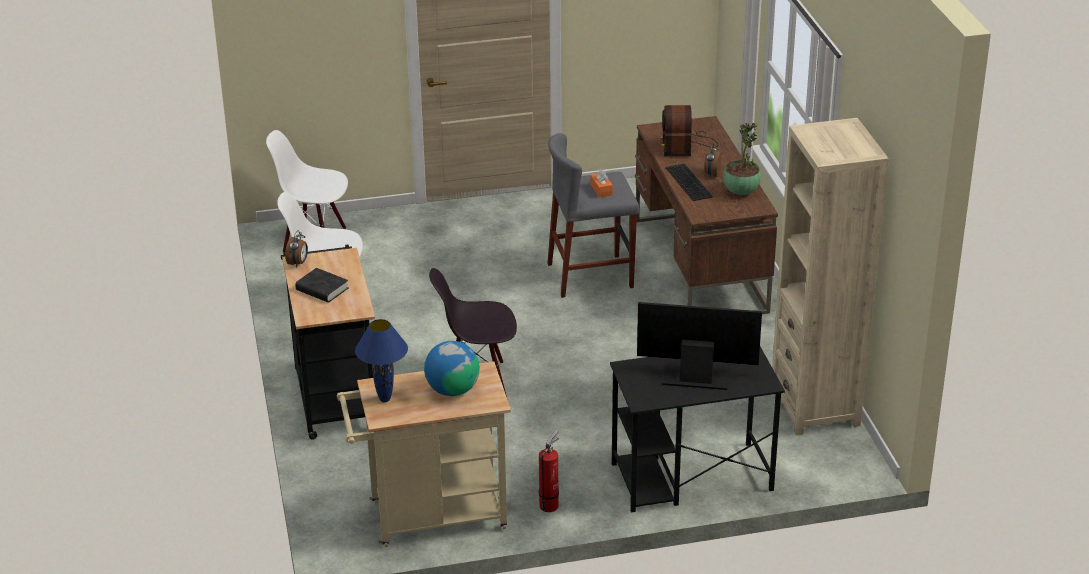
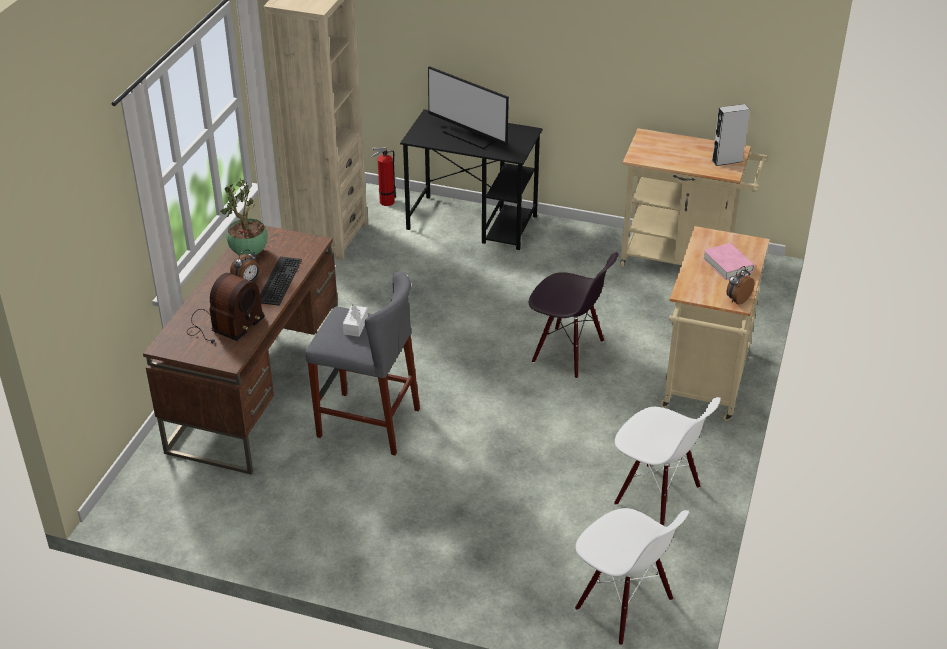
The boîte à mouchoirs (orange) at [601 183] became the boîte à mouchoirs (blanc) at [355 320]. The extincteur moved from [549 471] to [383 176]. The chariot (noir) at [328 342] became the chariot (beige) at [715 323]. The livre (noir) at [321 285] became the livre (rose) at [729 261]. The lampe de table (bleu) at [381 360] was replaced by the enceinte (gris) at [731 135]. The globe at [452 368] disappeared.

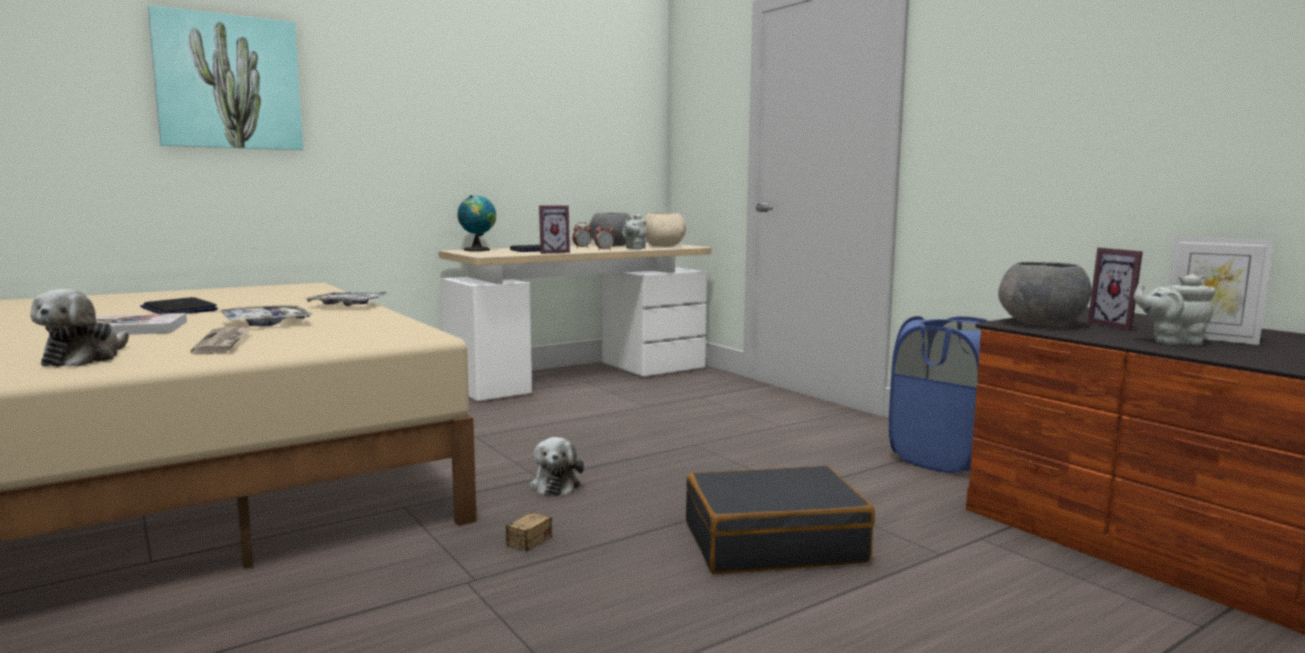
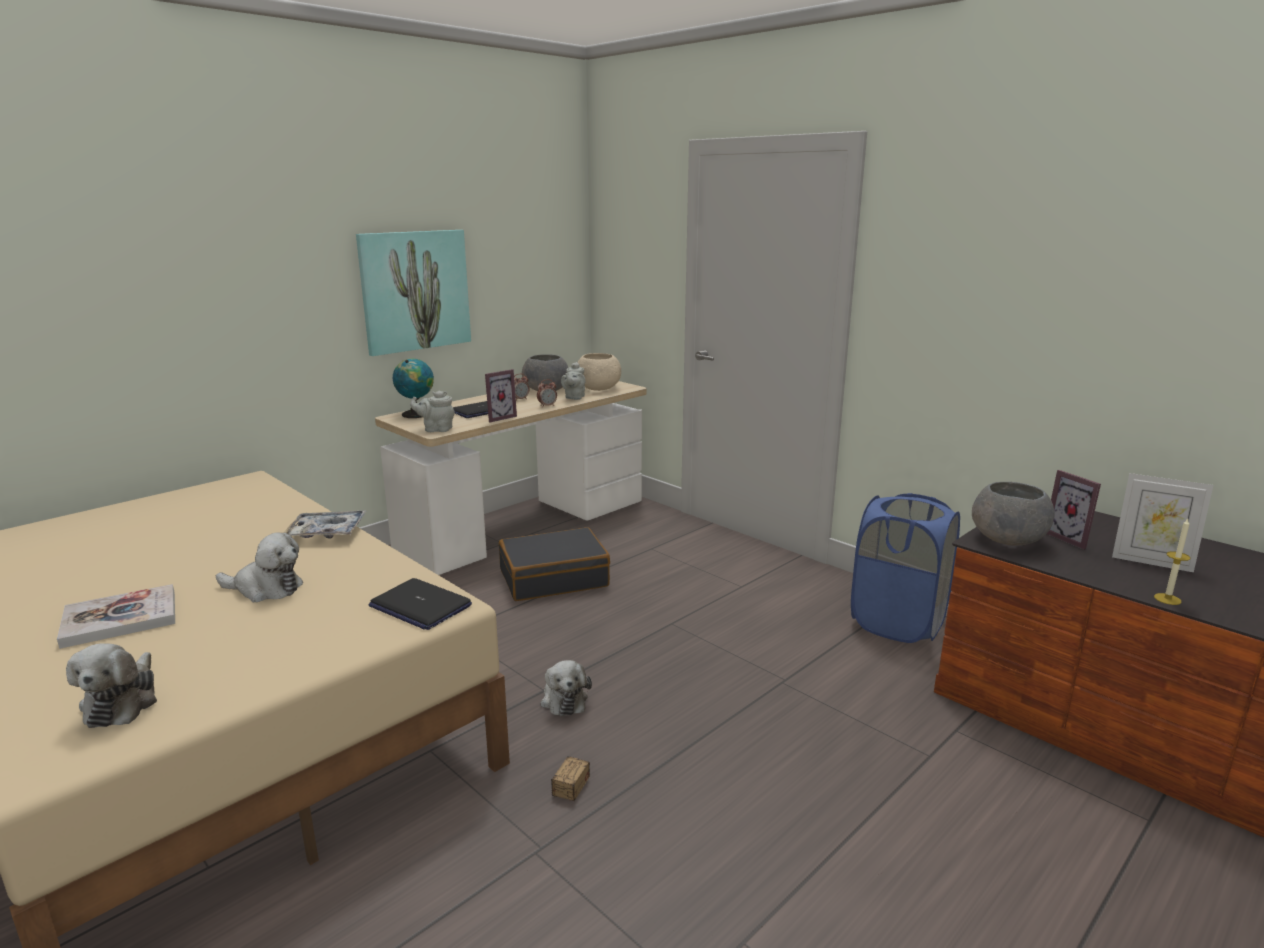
The plateau at [266 315] was replaced by the peluche at [259 567]. The tableau moved from [225 77] to [413 293]. The ordinateur portable moved from [179 305] to [420 604]. The théière (gris) moved from [1174 309] to [432 411]. The valise (noir) moved from [780 519] to [554 564]. The bougie at [1172 562] appeared. The journal at [221 341] disappeared.

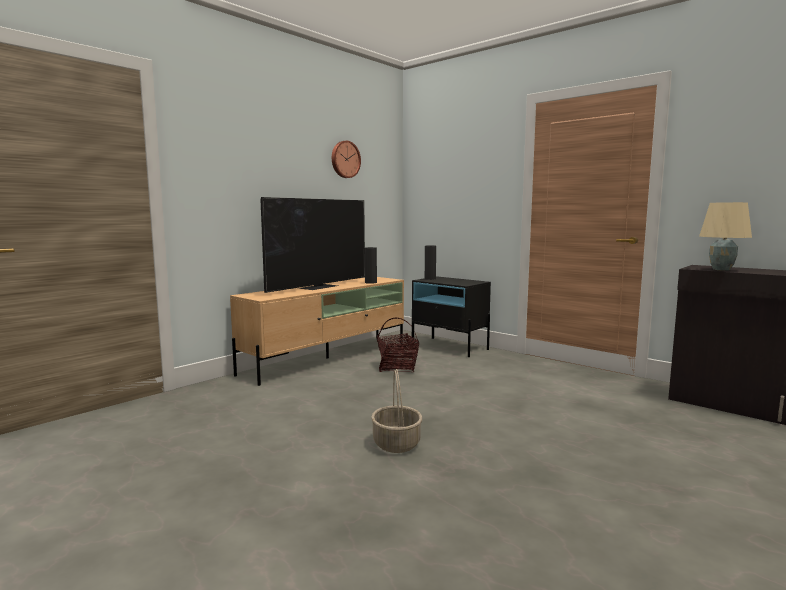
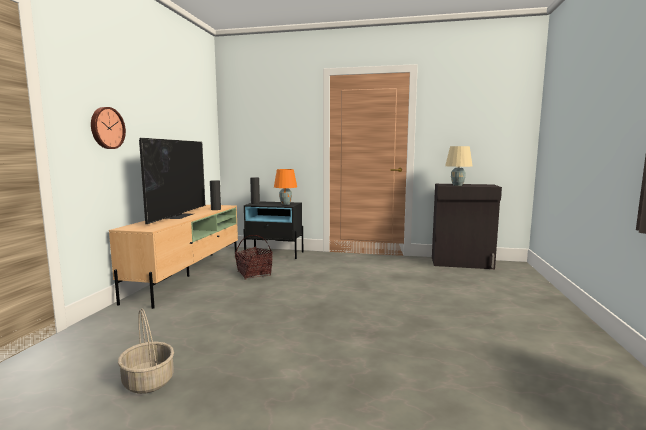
The horloge murale moved from [346 159] to [108 128]. The panier moved from [396 411] to [146 351]. The lampe de table (orange) at [285 187] appeared.

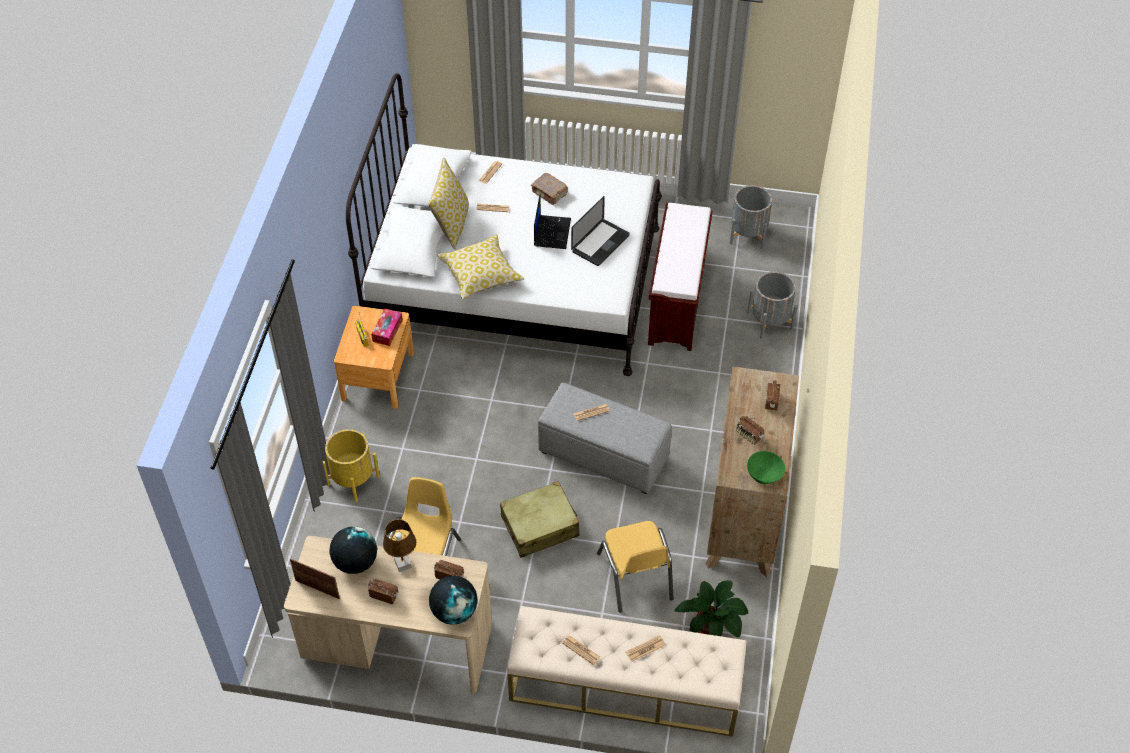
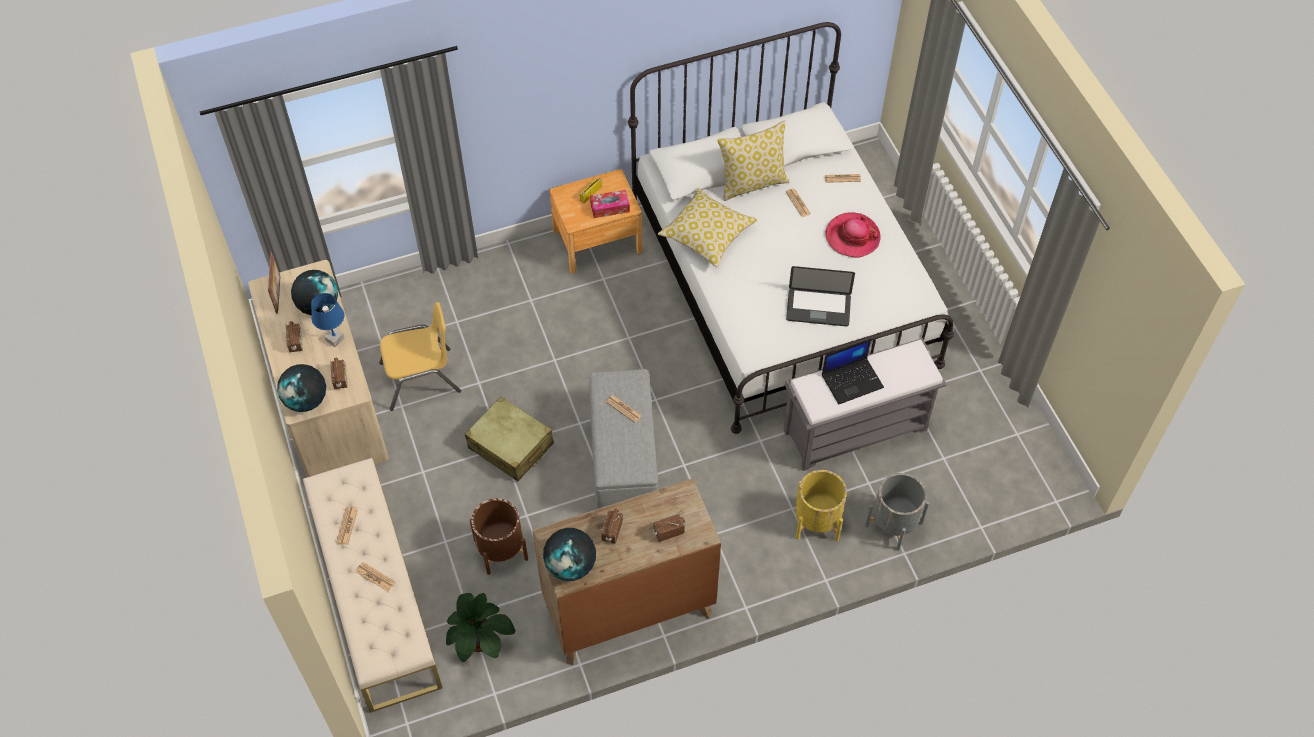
The lampe de table (marron) at [399 546] became the lampe de table (bleu) at [327 320]. The chaise (jaune) at [635 567] was replaced by the cache-pot (marron) at [499 536]. The bol (vert) at [766 467] was replaced by the globe at [569 554]. The banc (marron) at [680 276] became the banc (gris) at [865 404]. The cache-pot (jaune) moved from [351 465] to [821 505]. The ordinateur portable moved from [552 222] to [853 372]. The livre (marron) at [549 189] was replaced by the chapeau at [852 235]. The cache-pot (gris) at [750 217] disappeared.

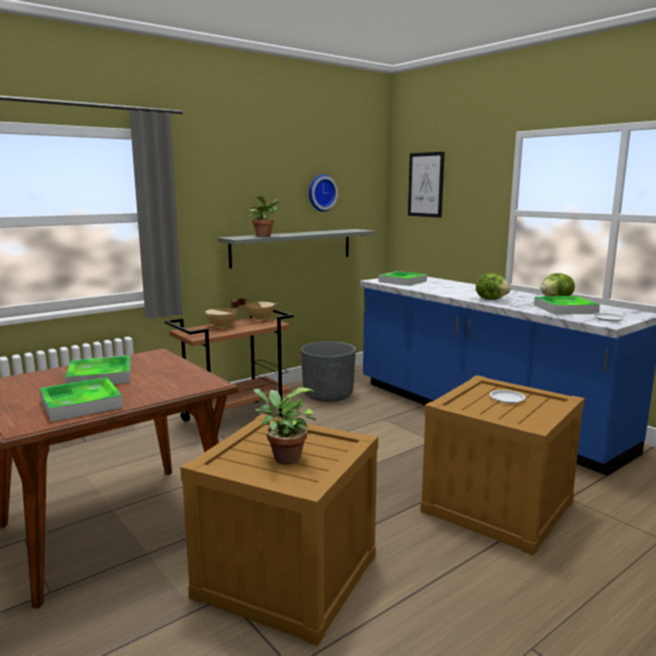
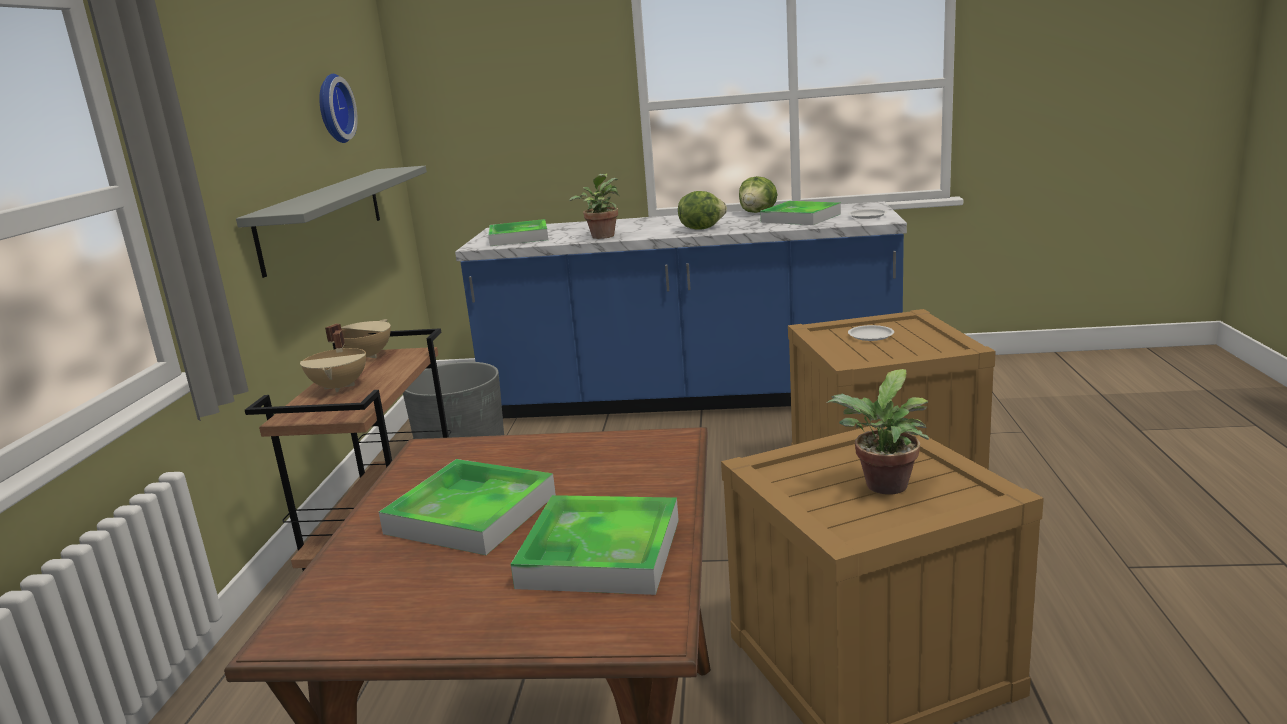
The plante en pot moved from [265 216] to [594 206]. The tableau at [426 185] disappeared.

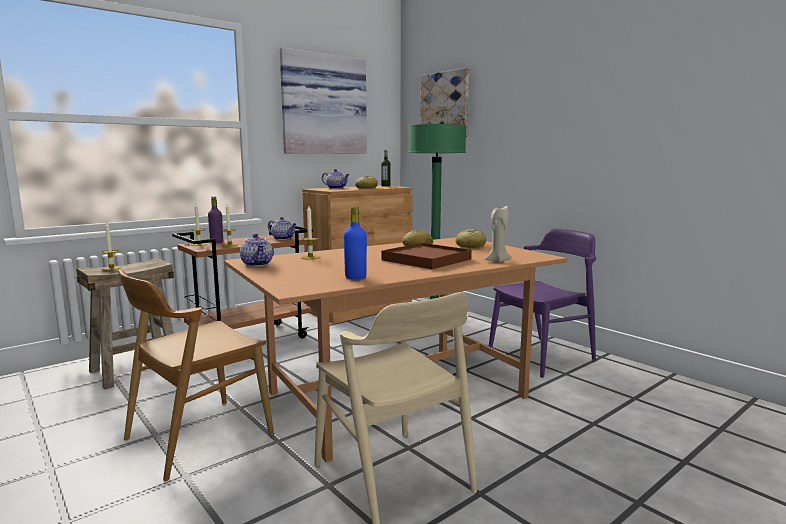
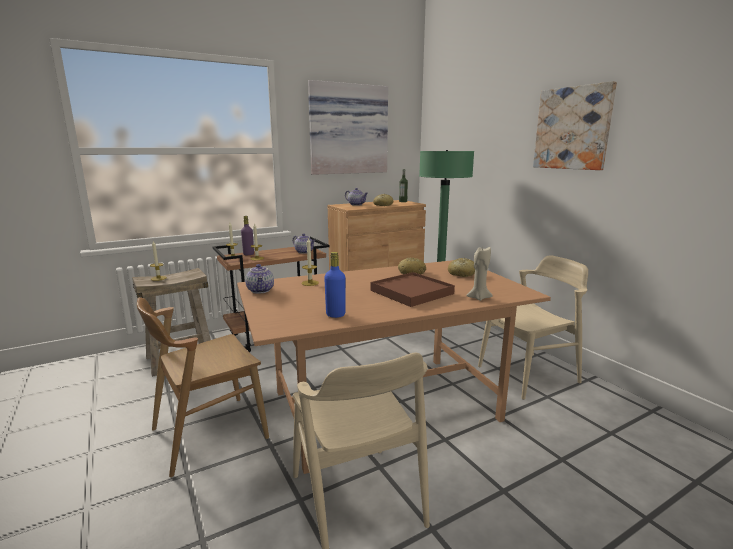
The chaise (violet) at [543 303] became the chaise (beige) at [533 327]. The tableau moved from [444 102] to [575 125].

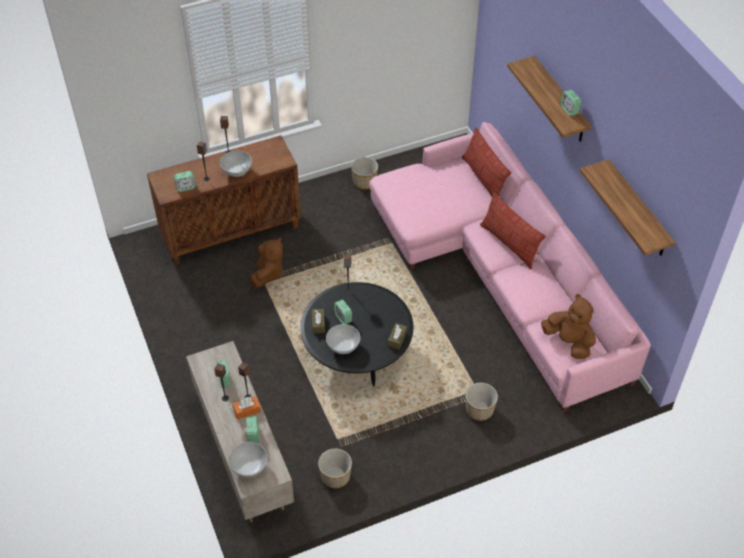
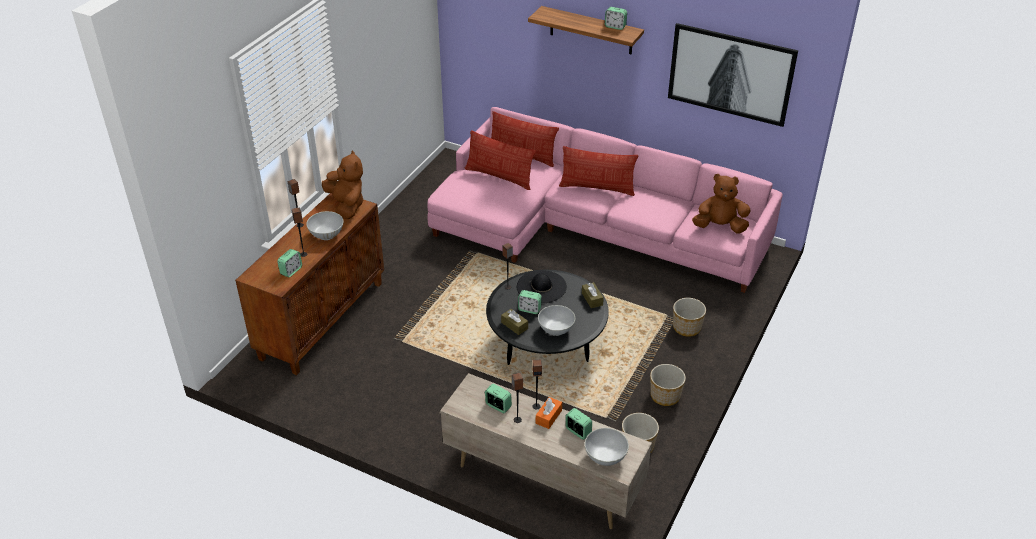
The peluche (marron) moved from [266 262] to [343 184]. The coussin at [500 160] appeared. The chapeau (noir) at [542 286] appeared. The cache-pot moved from [364 173] to [668 385]. The étagère at [627 207] was replaced by the tableau at [733 75].

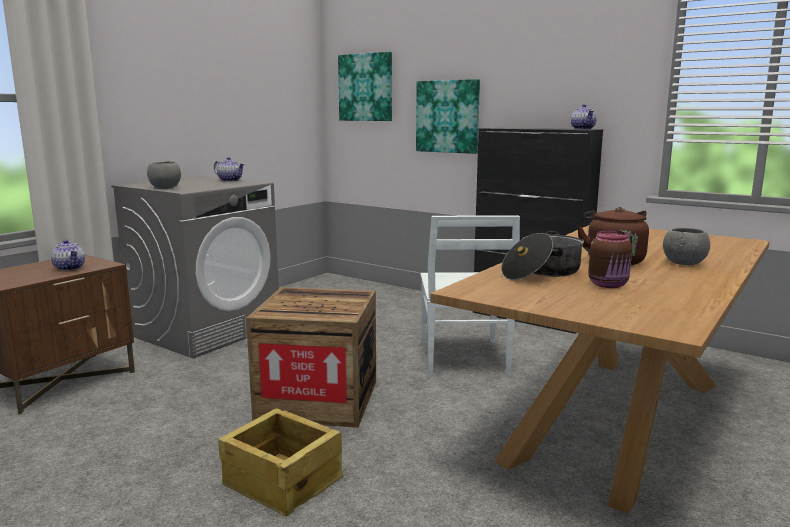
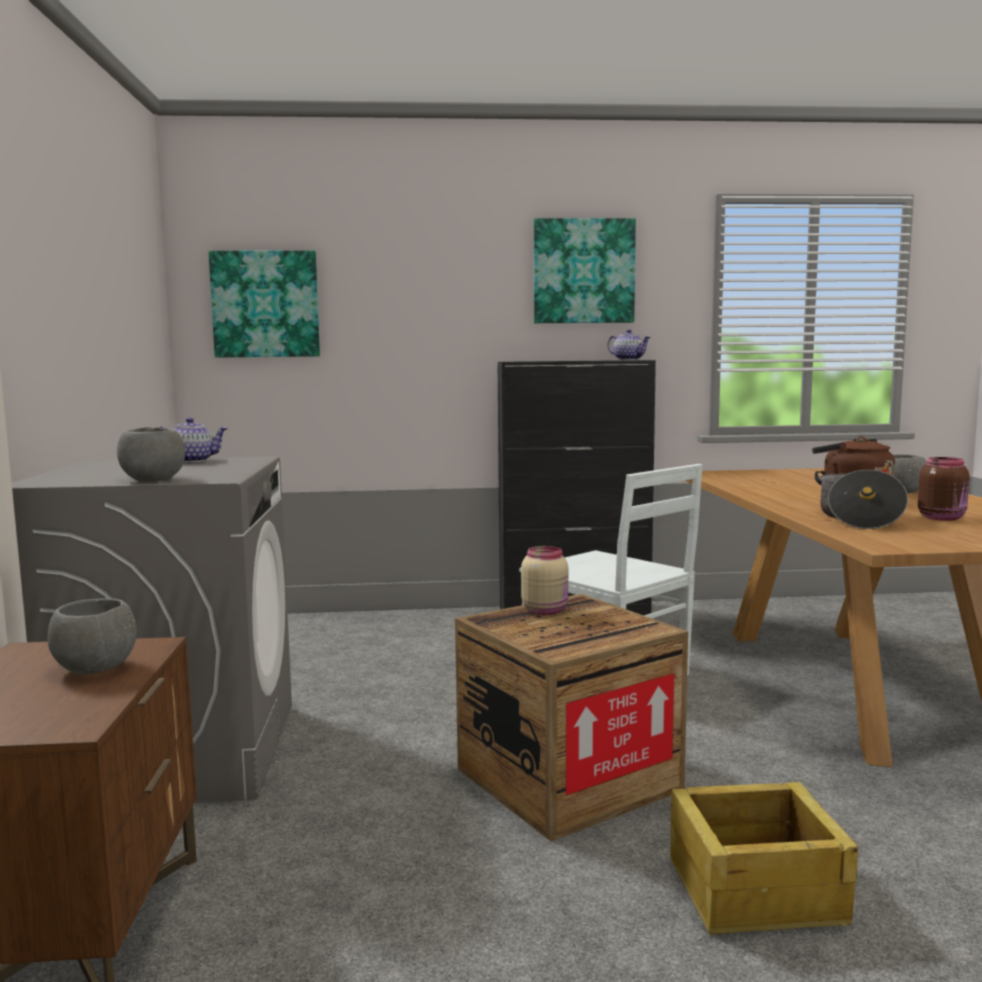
The théière at [68 255] was replaced by the bol (gris) at [92 636]. The bocal (beige) at [544 580] appeared. The tableau moved from [448 116] to [585 270].

